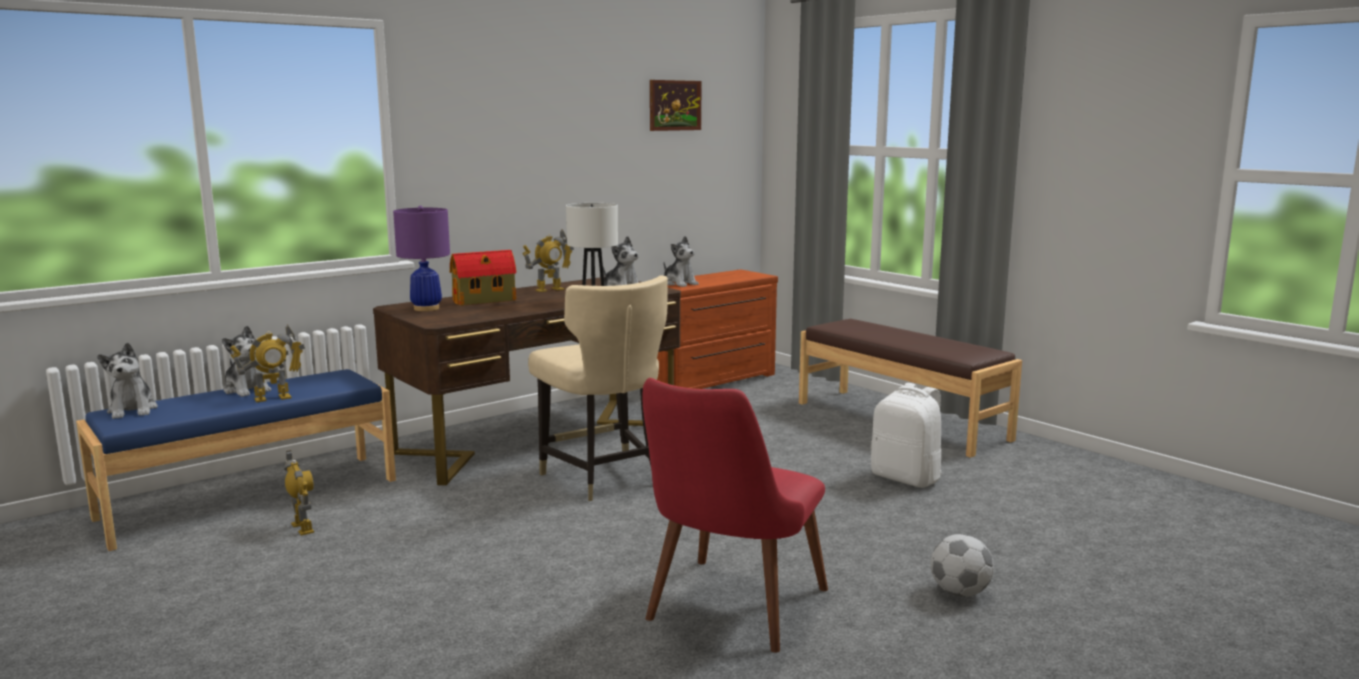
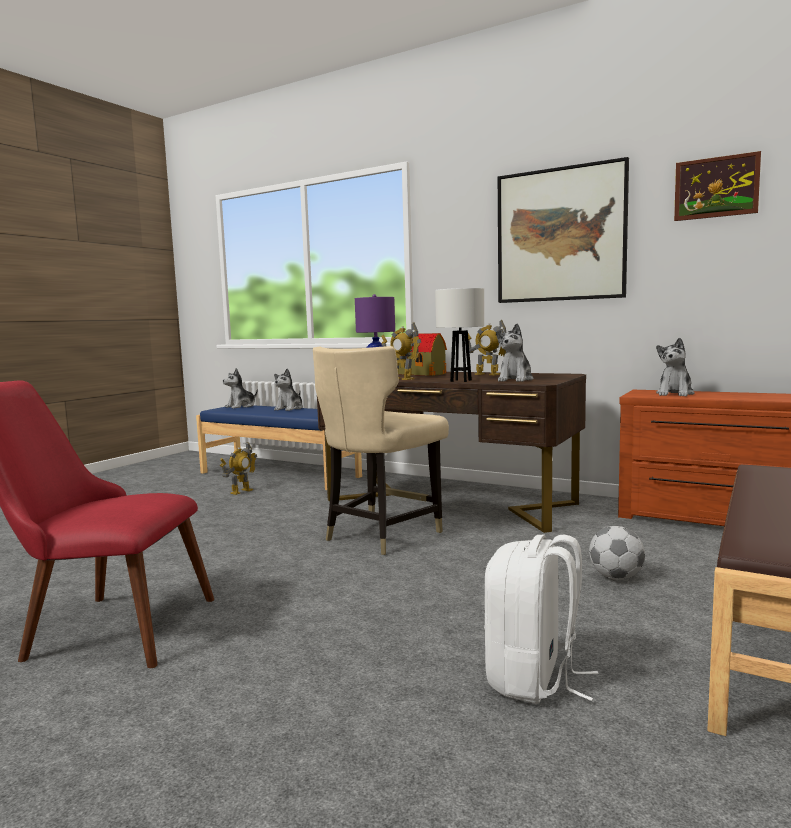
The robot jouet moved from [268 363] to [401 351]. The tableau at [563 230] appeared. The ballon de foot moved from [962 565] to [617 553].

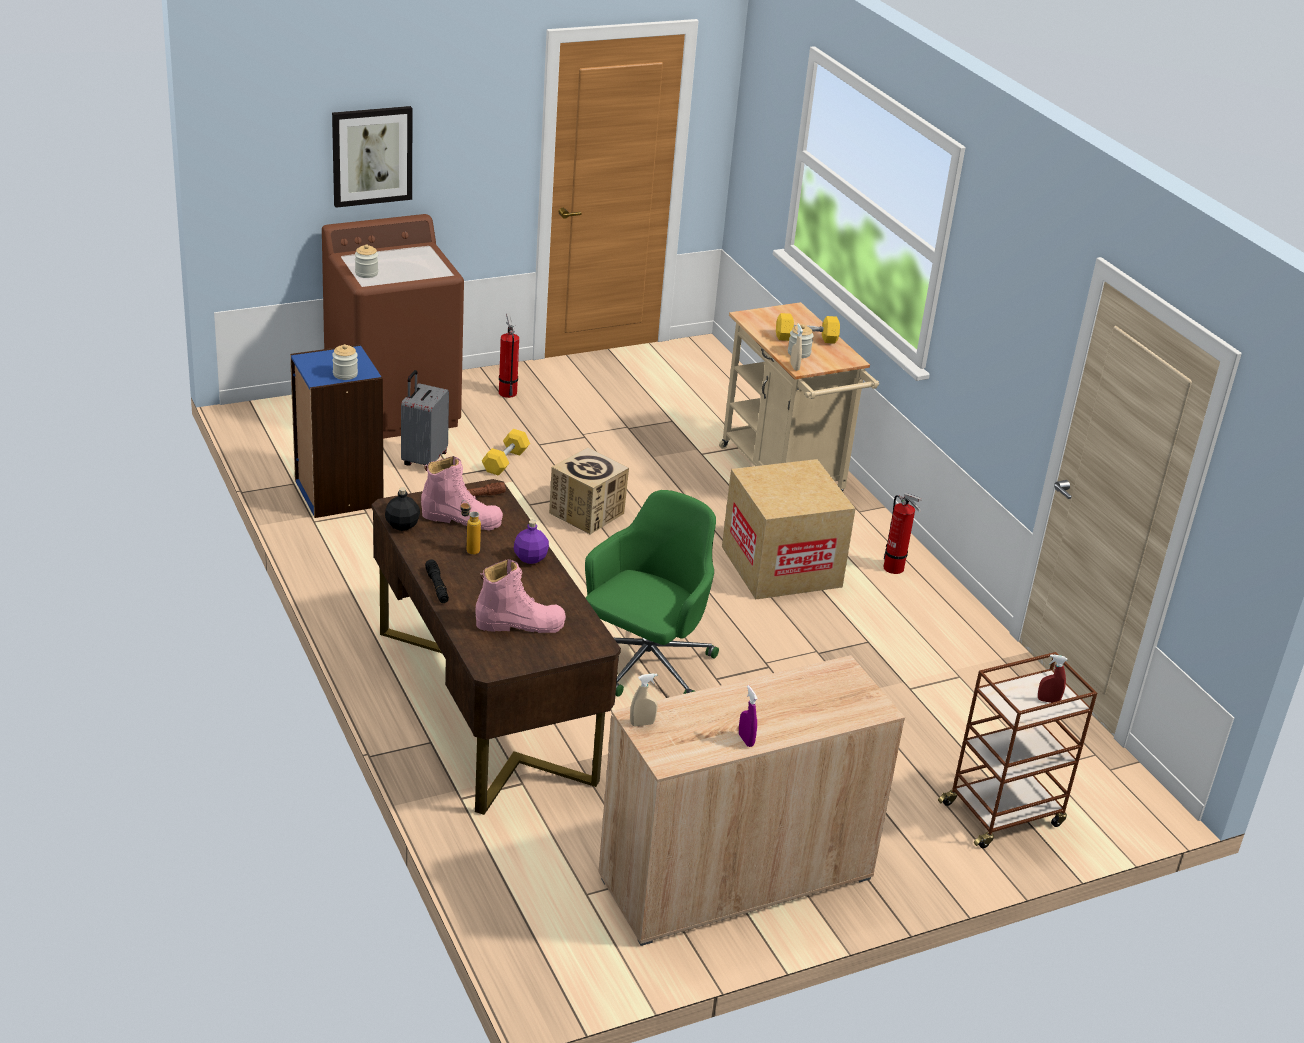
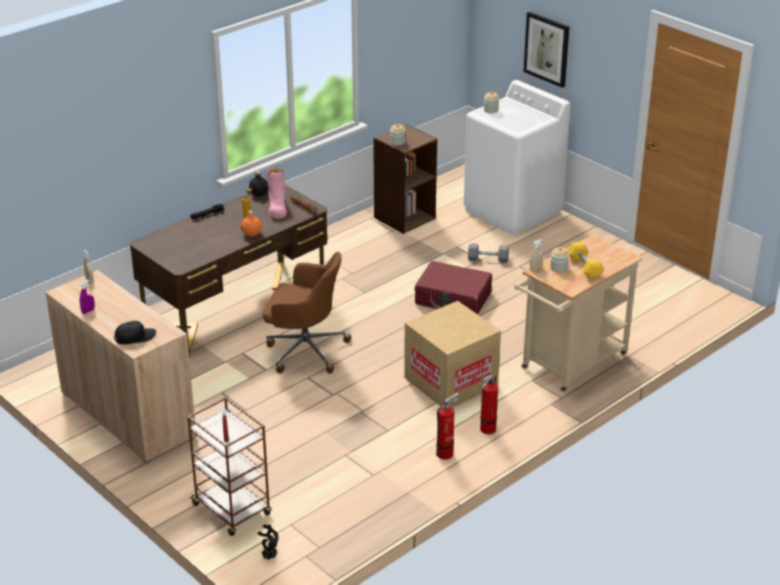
The casquette (noir) at [135 333] appeared. The bouteille (violet) at [531 542] became the bouteille (orange) at [251 223]. The plante en pot at [268 542] appeared. The chaise de bureau (vert) at [652 593] became the chaise de bureau (marron) at [307 313]. The bibliothèque (bleu) at [336 431] became the bibliothèque (marron) at [405 179]. The carton at [589 490] was replaced by the valise (rouge) at [453 287]. The extincteur moved from [509 355] to [448 425]. The lave-linge (marron) at [393 326] became the lave-linge (blanc) at [517 157]. The haltère (jaune) at [505 452] became the haltère (gris) at [488 253]. The valise (gris) at [425 418] disappeared. The botte (rose) at [520 596] disappeared.

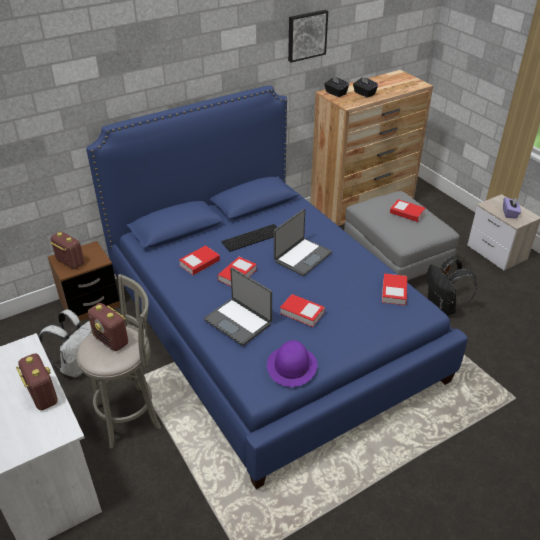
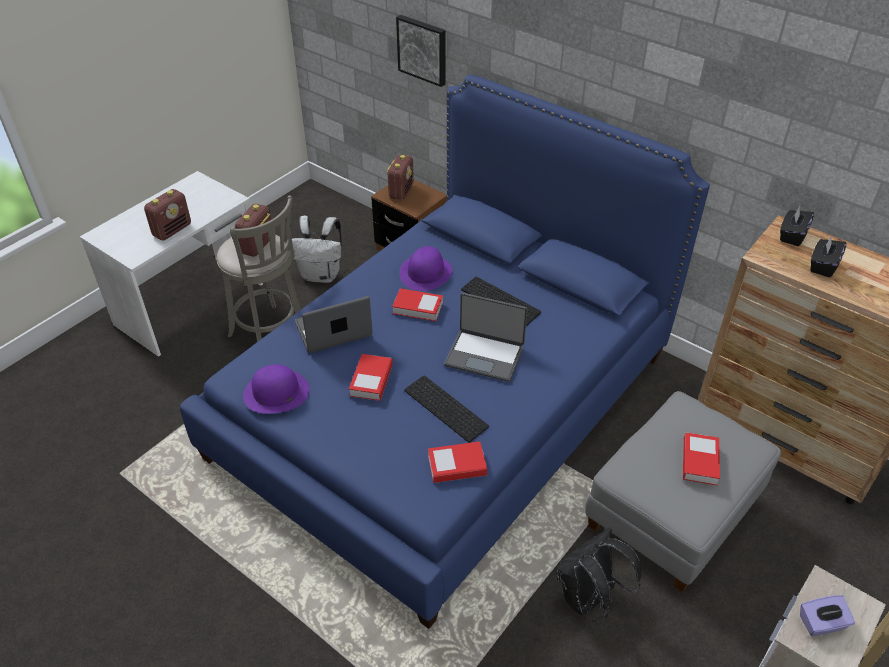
The ordinateur portable at [238 306] turned 45 degrees clockwise. The tableau moved from [308 36] to [420 51]. The livre at [199 260] was replaced by the chapeau (violet) at [425 268]. The clavier at [446 409] appeared.

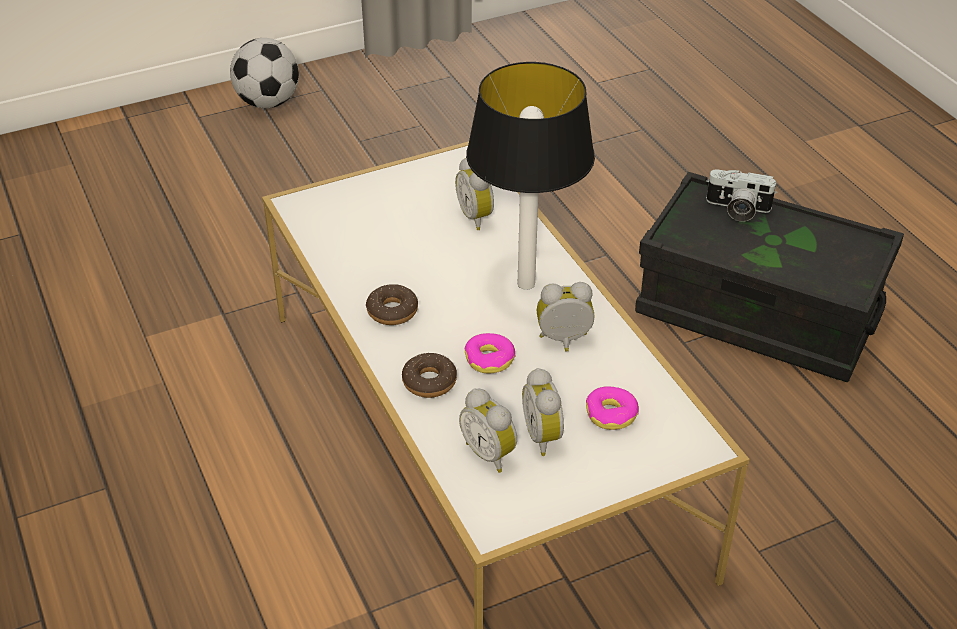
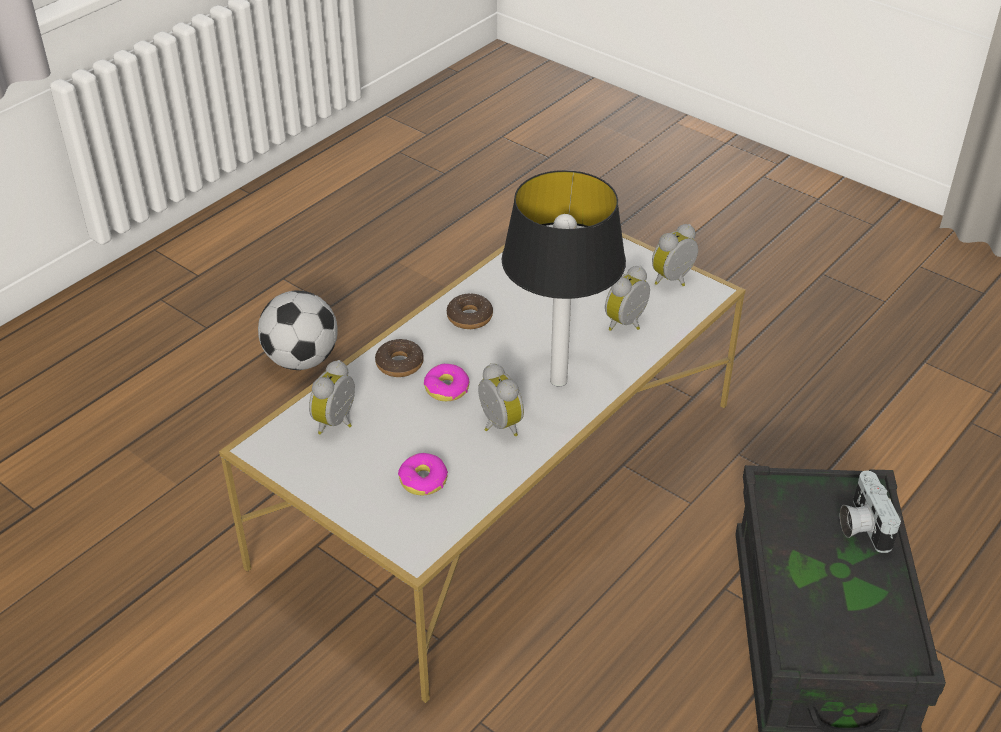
The ballon de foot moved from [264 73] to [298 330]. The réveil moved from [543 412] to [675 255].

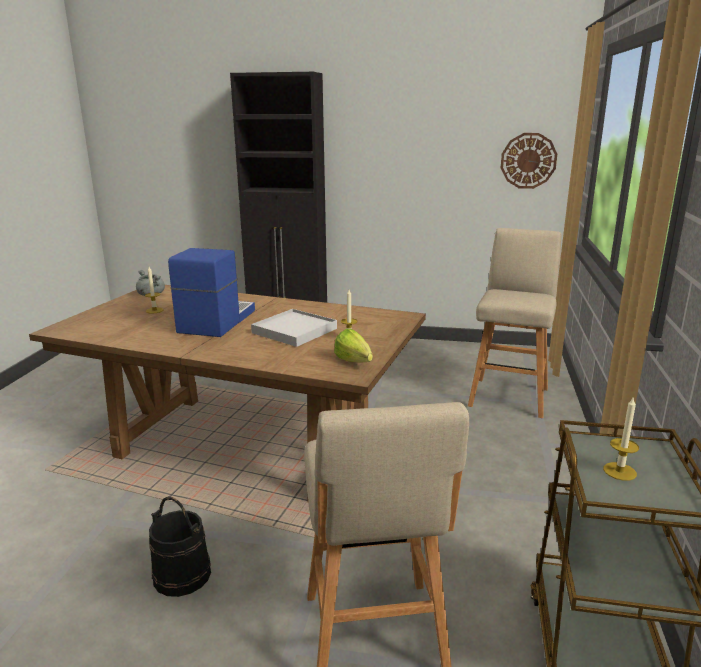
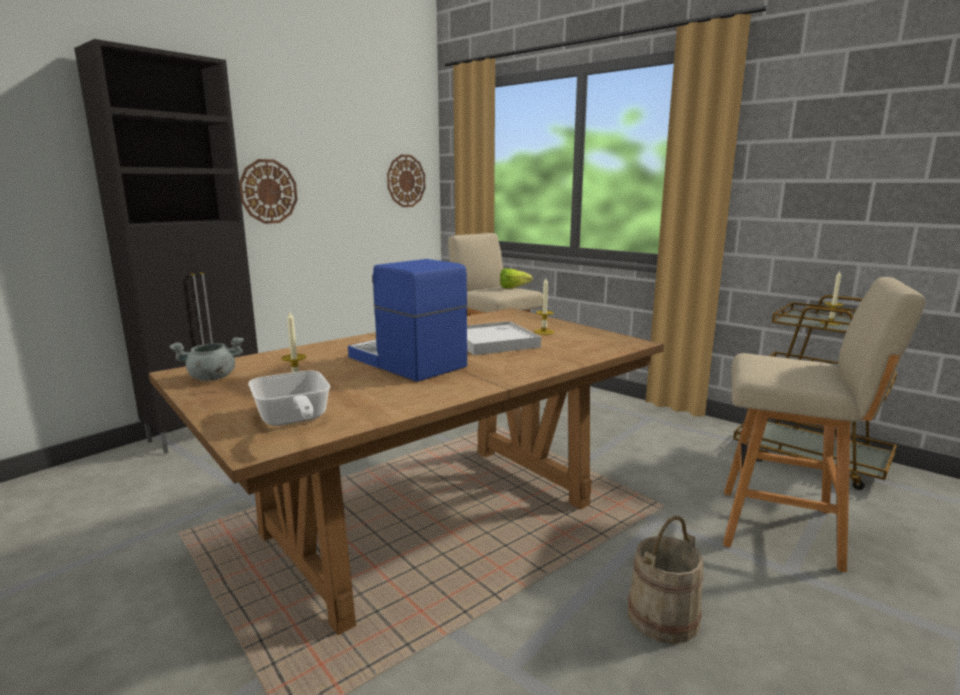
The horloge murale at [268 191] appeared. The poêle at [289 398] appeared. The laitue moved from [353 345] to [516 278]. The seau (noir) at [180 547] became the seau (beige) at [665 580].

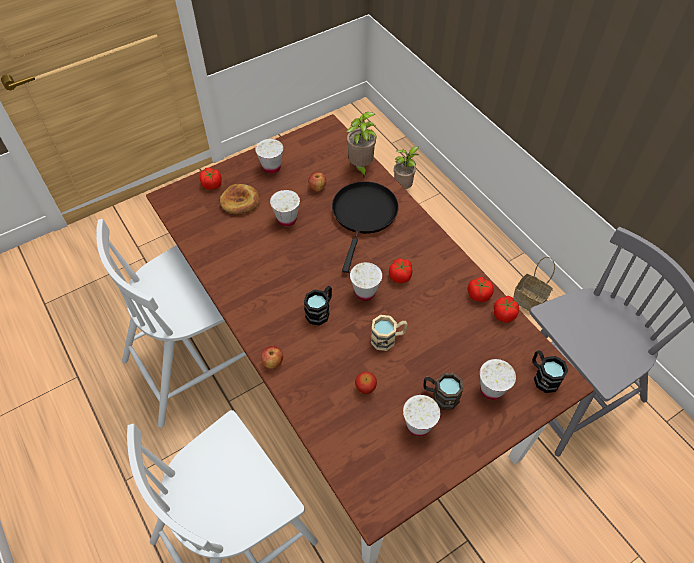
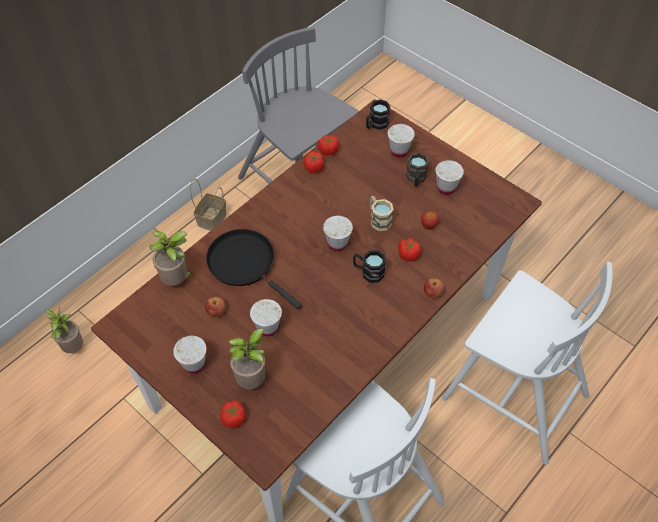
The poêle (noir) at [365 227] turned 45 degrees clockwise. The pain at [240 199] was replaced by the plante en pot at [247 358]. The tomate moved from [400 271] to [409 249].

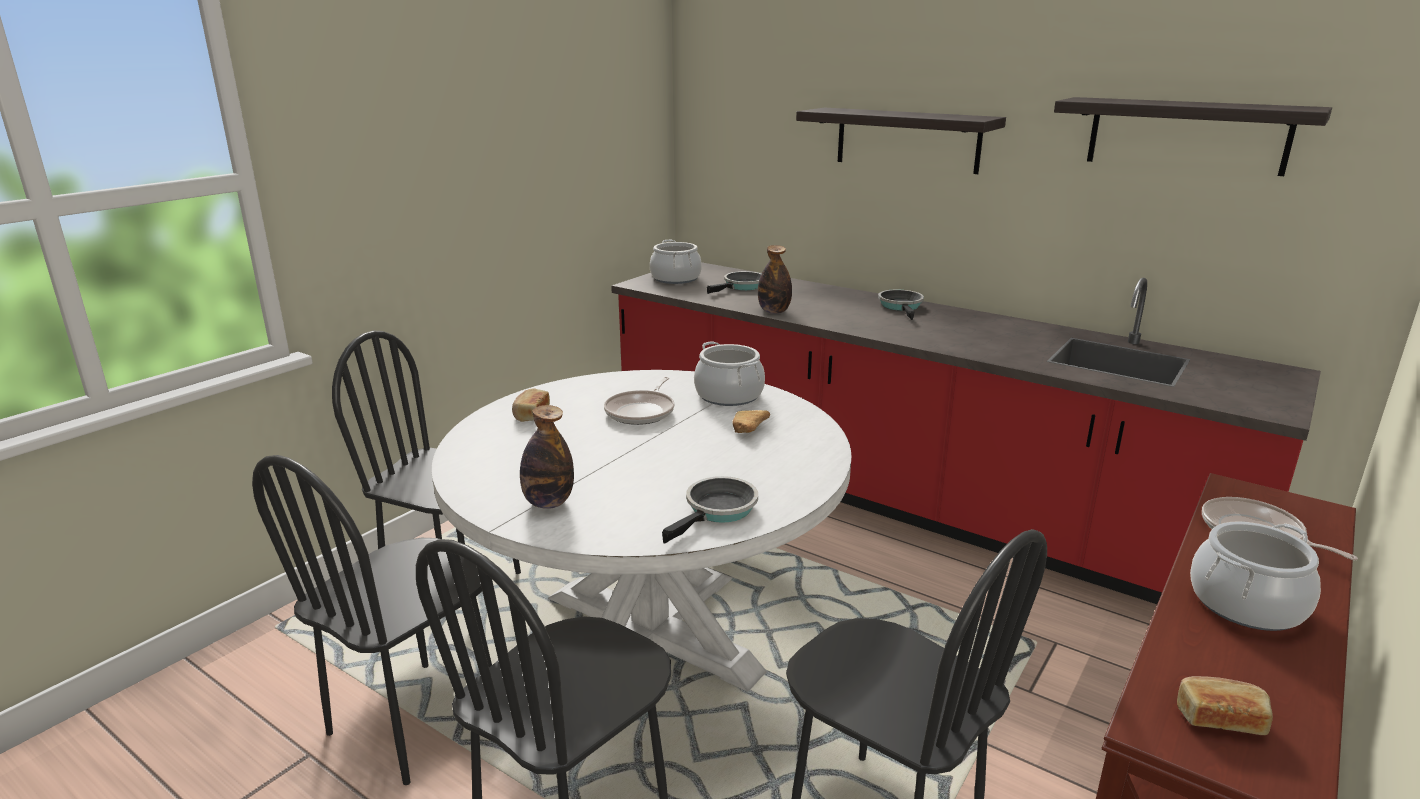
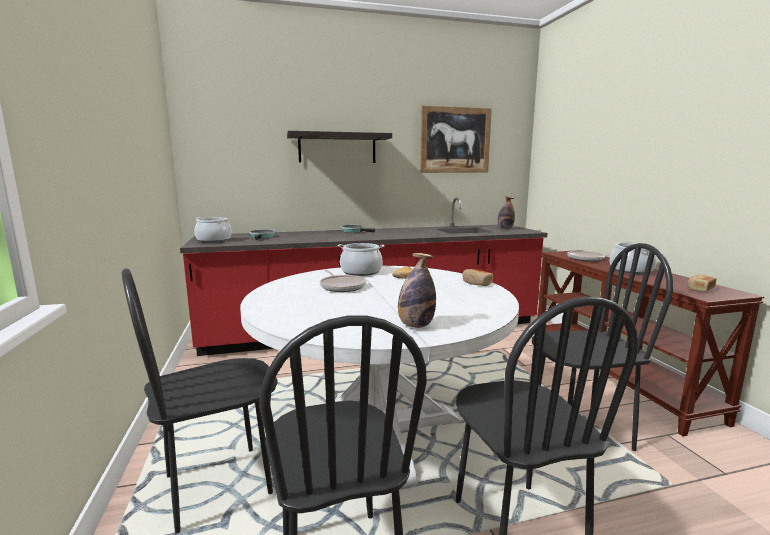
The étagère at [1193 136] was replaced by the tableau at [456 139]. The pain moved from [531 405] to [478 277]. The bouteille moved from [775 279] to [506 212]. The poêle at [710 510] disappeared.

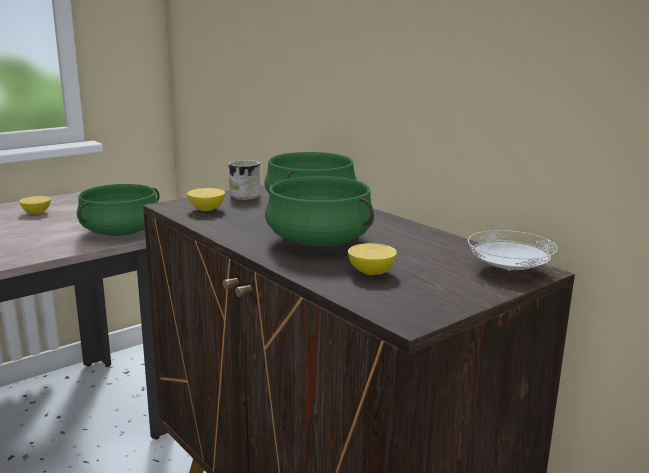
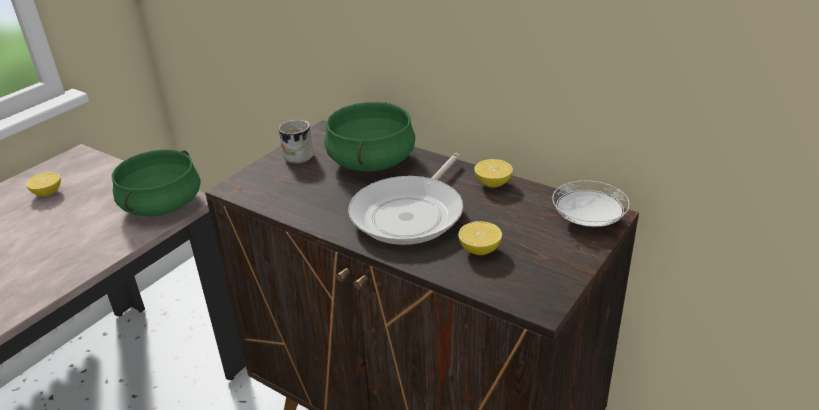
The marmite (vert) at [319 211] was replaced by the poêle at [405 199]. The citron moved from [206 199] to [493 173].

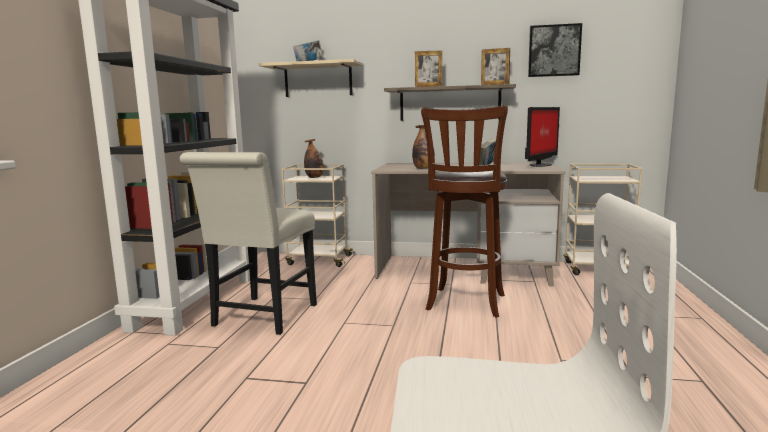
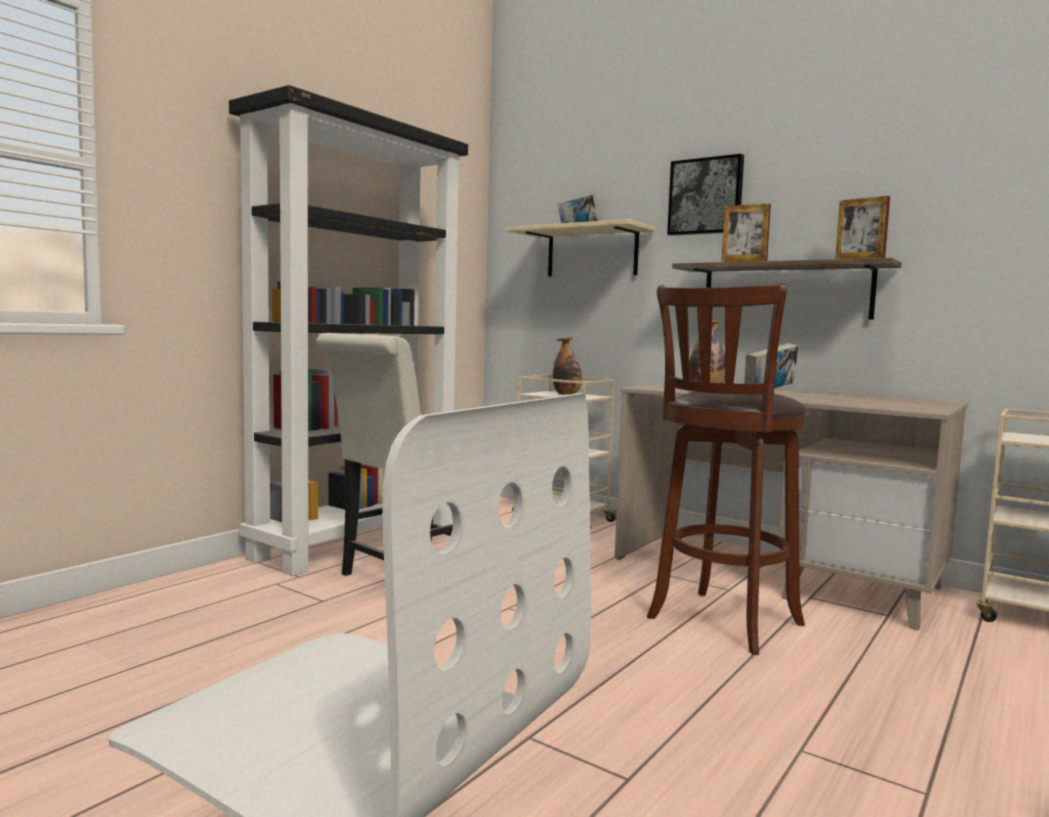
The tableau moved from [555 50] to [705 195]. The écran d'ordinateur at [542 137] disappeared.

